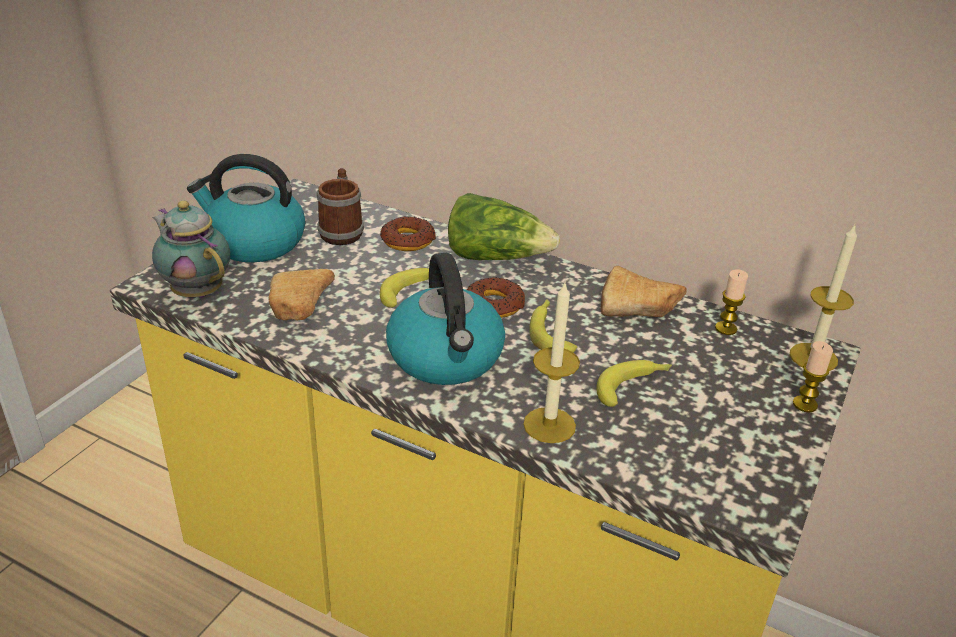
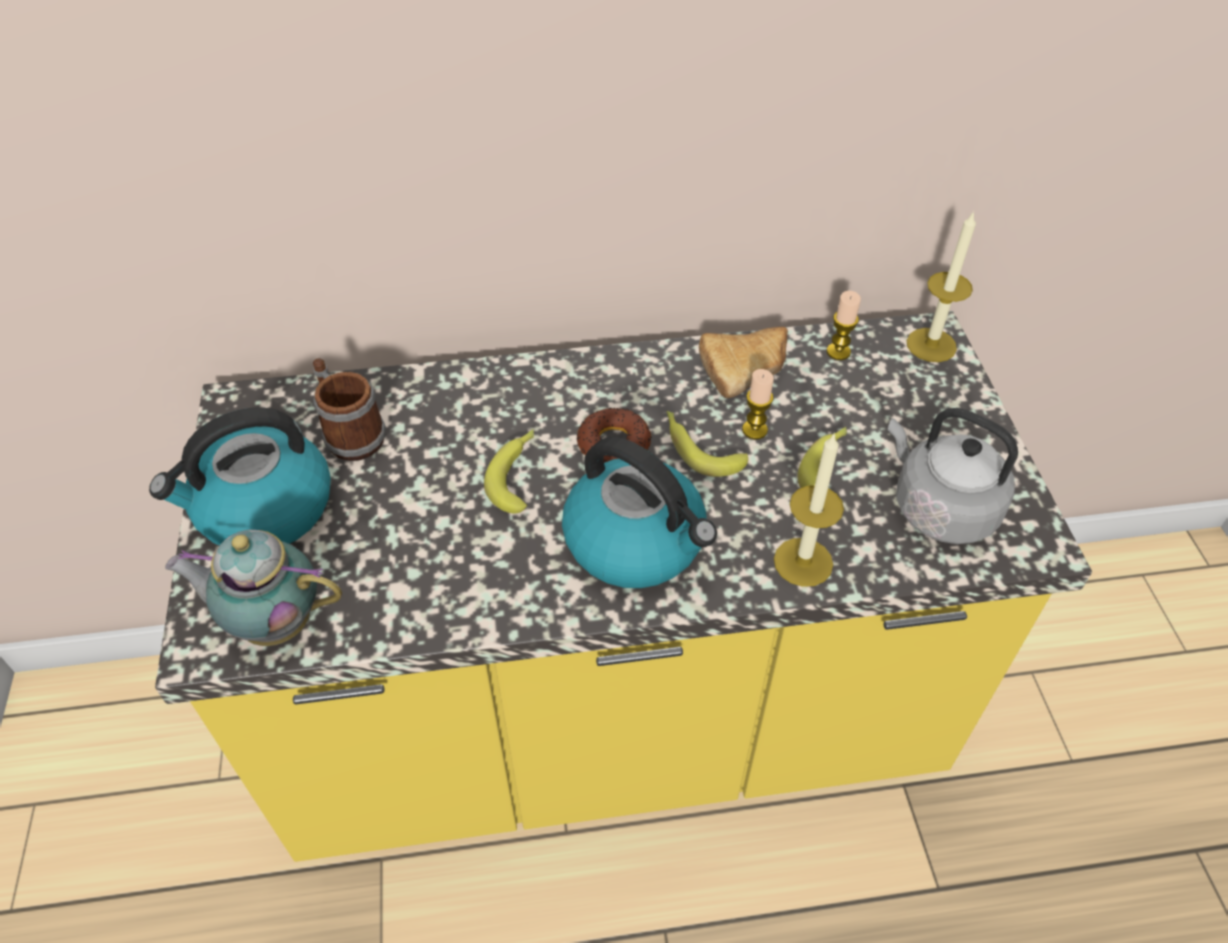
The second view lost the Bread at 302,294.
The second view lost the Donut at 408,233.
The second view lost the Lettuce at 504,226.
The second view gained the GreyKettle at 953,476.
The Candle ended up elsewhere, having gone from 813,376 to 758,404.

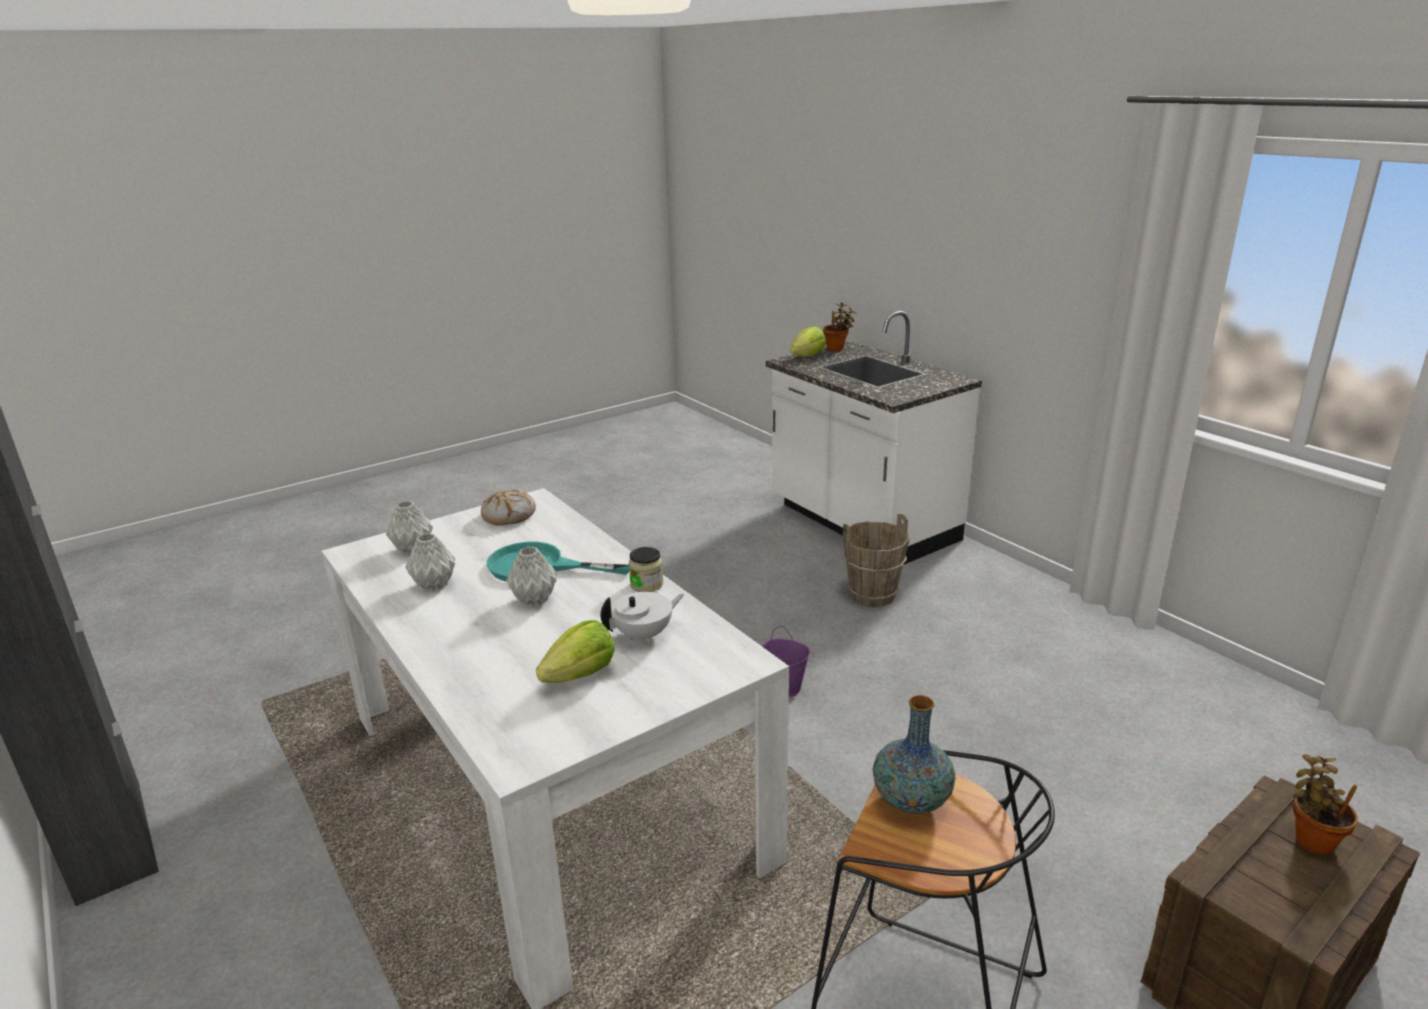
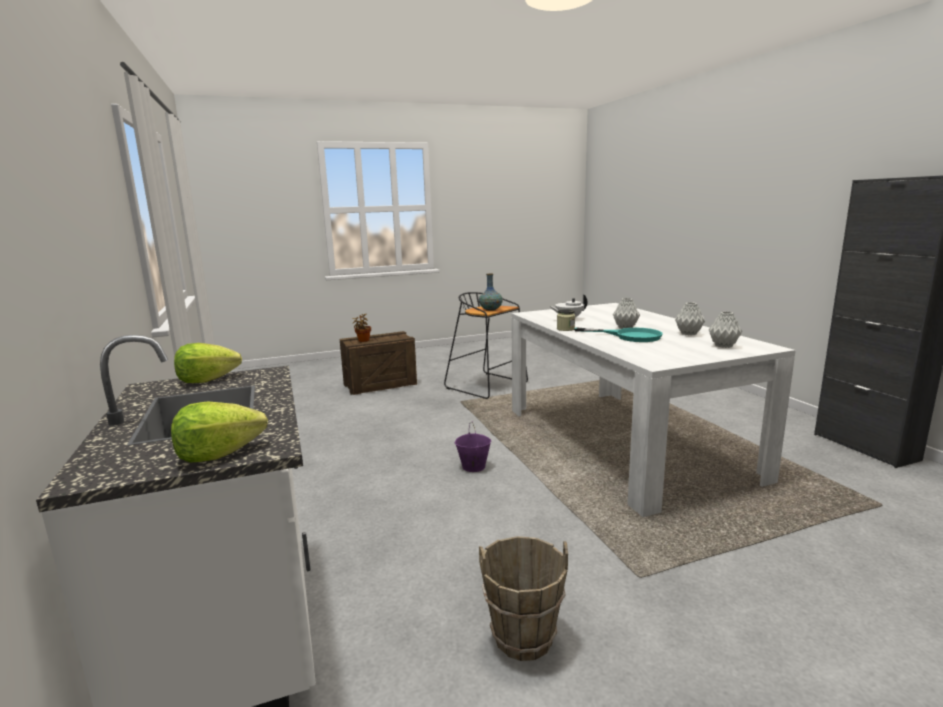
The second view lost the Bread at 508,508.
The second view lost the PottedPlant at 840,326.
The Lettuce ended up elsewhere, having gone from 575,651 to 208,363.
The BrownBucket ended up elsewhere, having gone from 876,560 to 523,598.

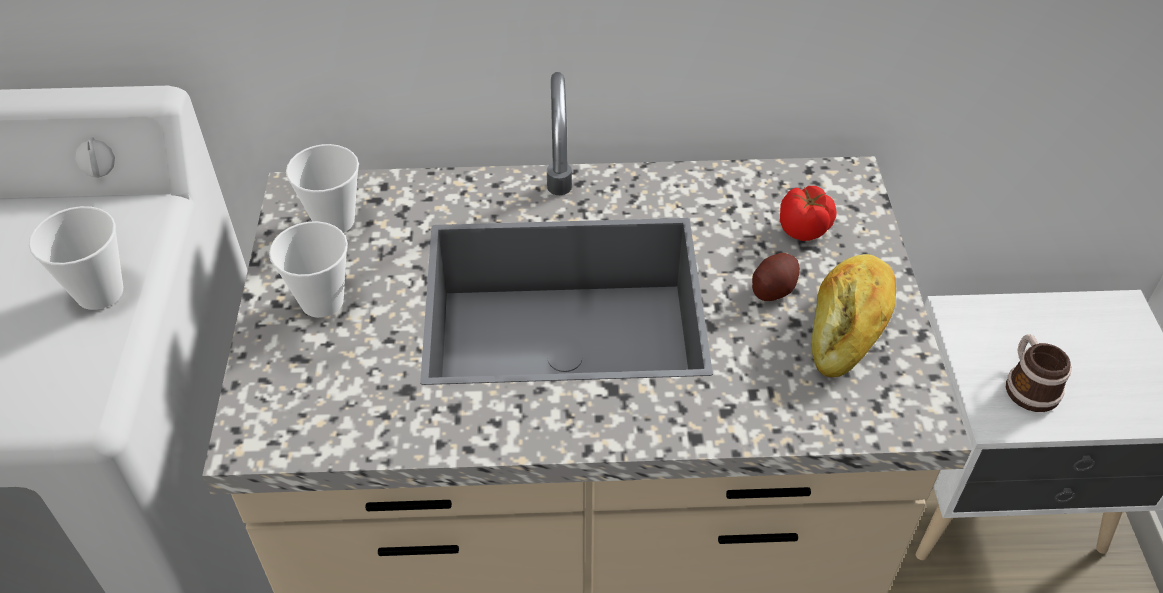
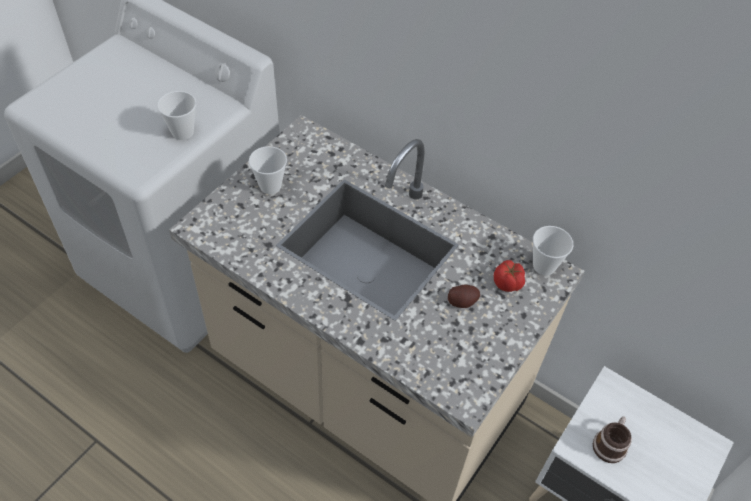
The second view lost the Bread at 853,315.
The Cup ended up elsewhere, having gone from 322,188 to 553,250.

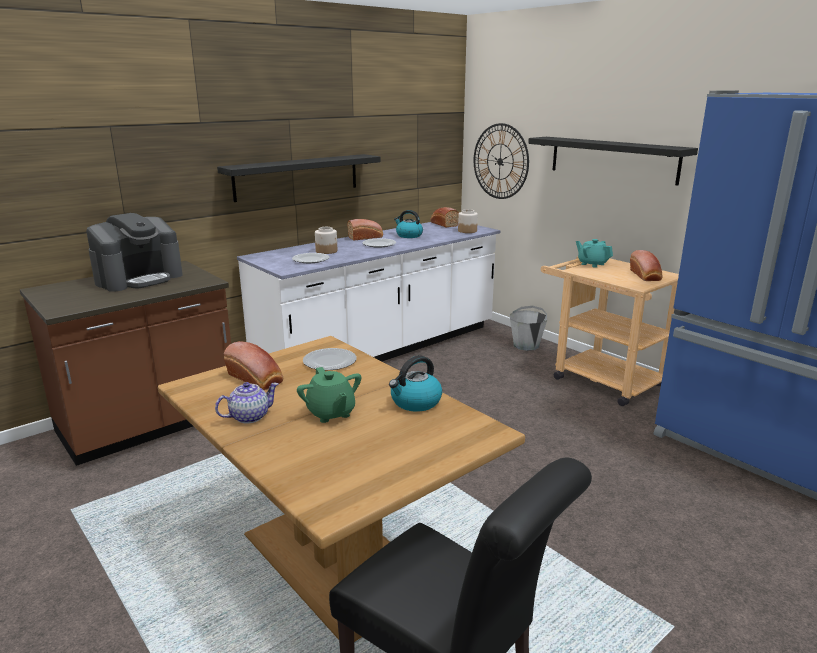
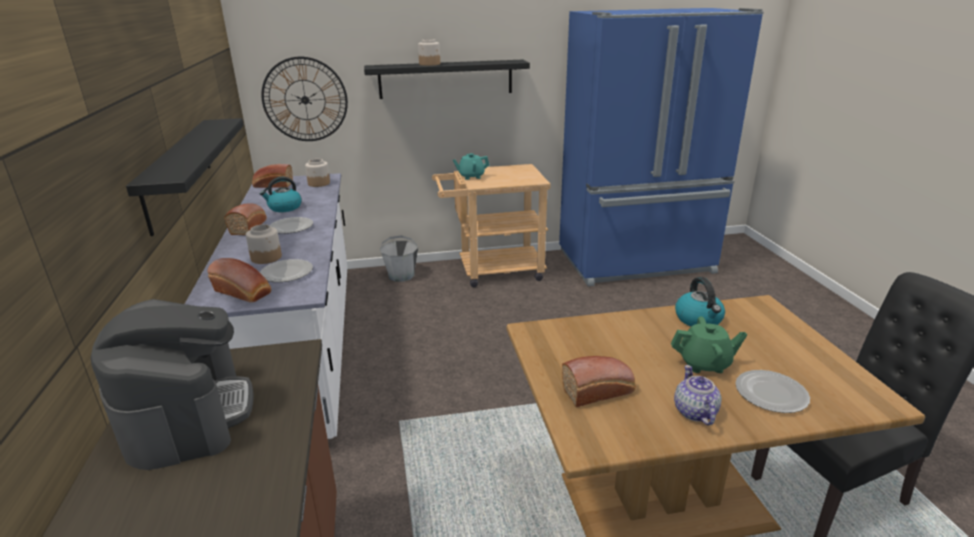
The second view gained the Jar at 429,52.
The Plate ended up elsewhere, having gone from 330,359 to 772,391.
The Bread ended up elsewhere, having gone from 646,265 to 239,280.

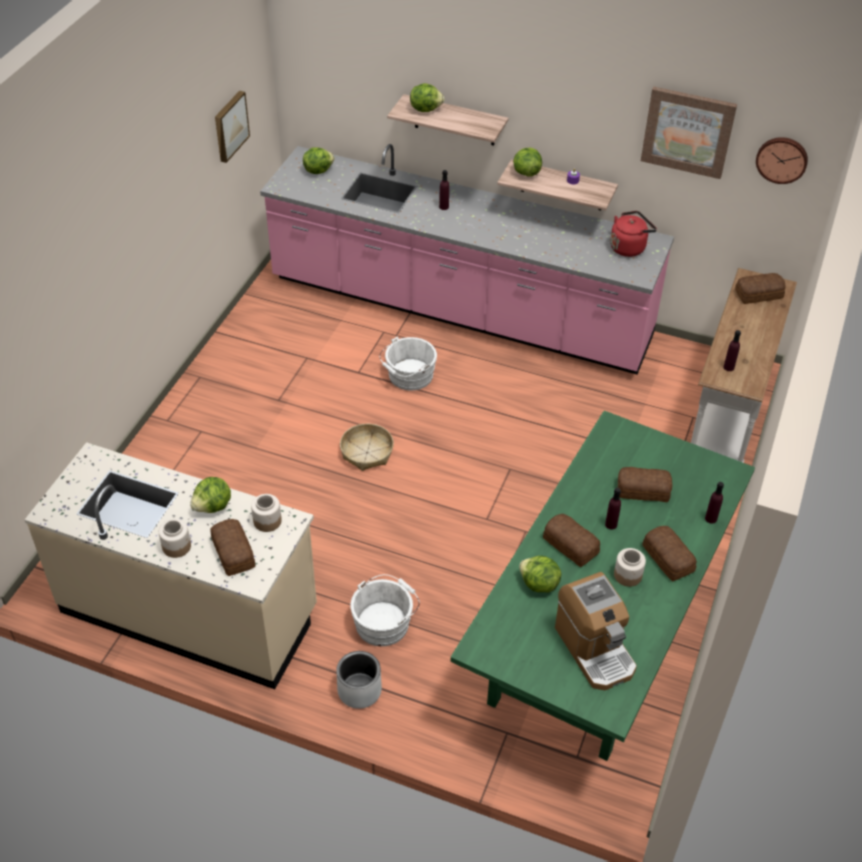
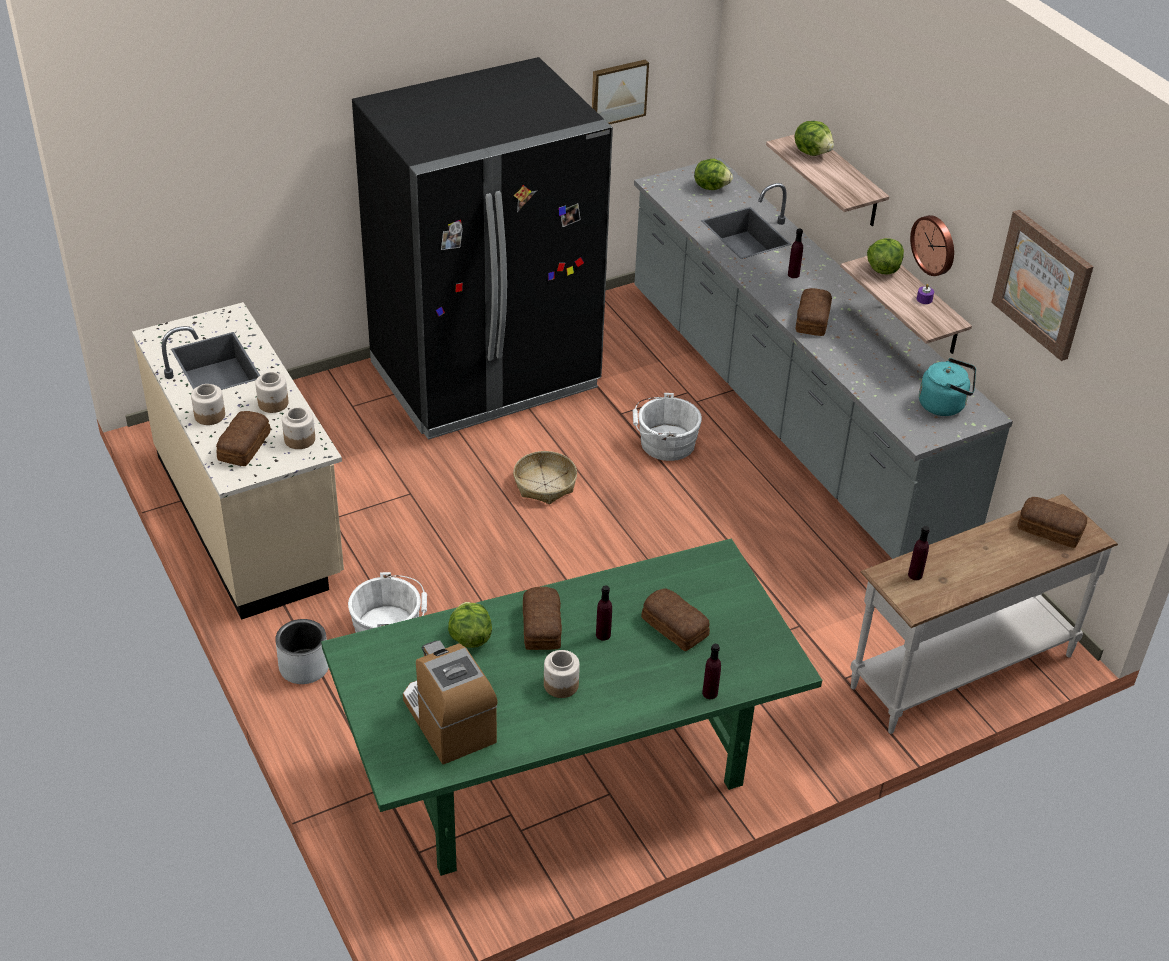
The second view gained the BlackFridge at 482,248.
The Bread ended up elsewhere, having gone from 669,553 to 814,312.
The WallClock ended up elsewhere, having gone from 782,160 to 932,245.
Where the Lettuce stood at 210,495, the Jar came to stand at 272,392.
What was the PinkCounter at 467,259 turned into the GreyCounter at 823,358.
What was the RedKettle at 633,234 turned into the TurquoiseKettle at 947,387.
The CoffeeMachine at 596,631 ended up facing another way, 135 degrees clockwise from before.

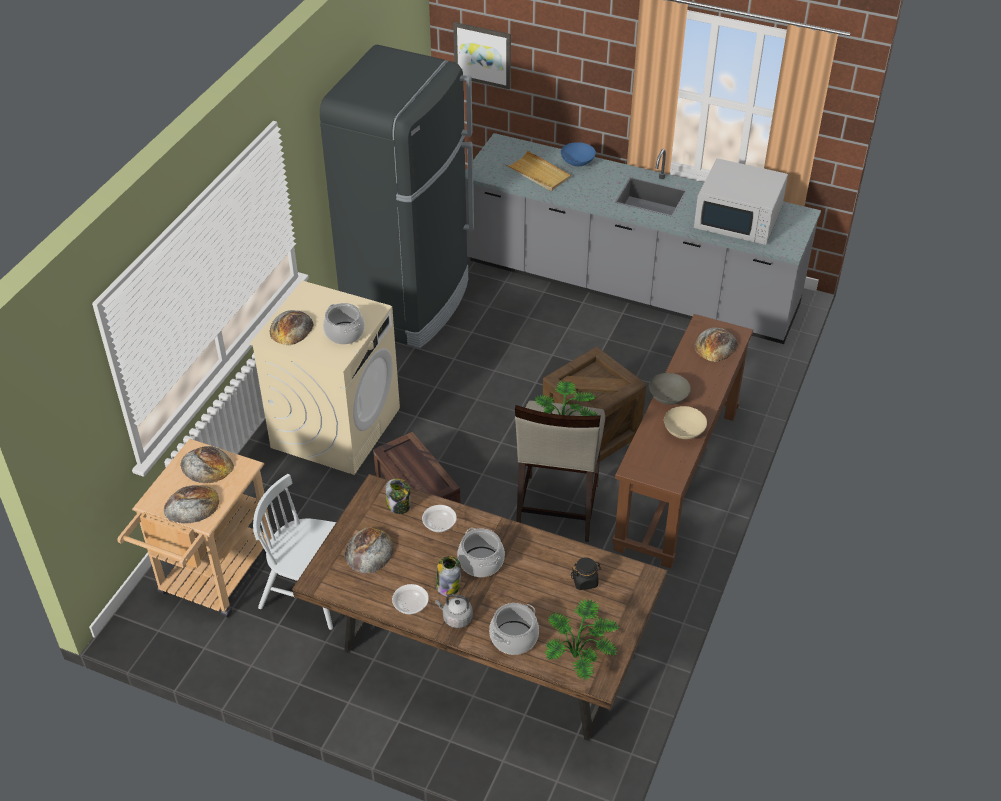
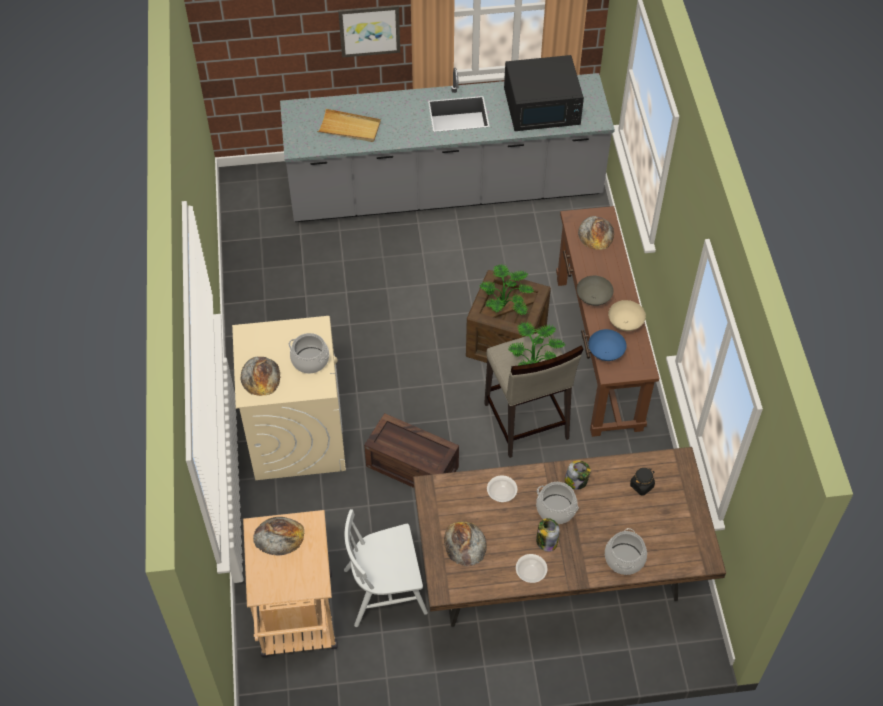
The second view lost the Bread at 191,504.
The second view lost the BlackFridge at 397,196.
The second view lost the GreyKettle at 454,611.
The Jar ended up elsewhere, having gone from 398,496 to 578,475.
The Picture ended up elsewhere, having gone from 482,55 to 369,31.
The PottedPlant ended up elsewhere, having gone from 582,639 to 506,289.
The BlueBowl ended up elsewhere, having gone from 578,154 to 607,345.
What was the WhiteMicrowave at 741,201 turned into the BlackMicrowave at 544,93.

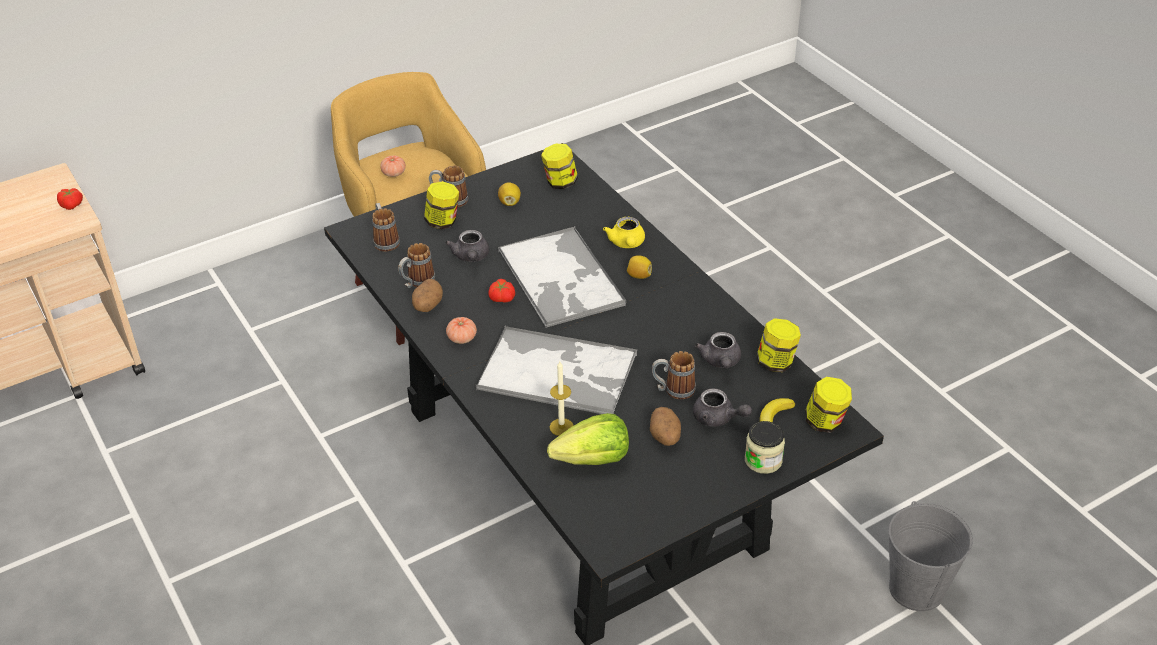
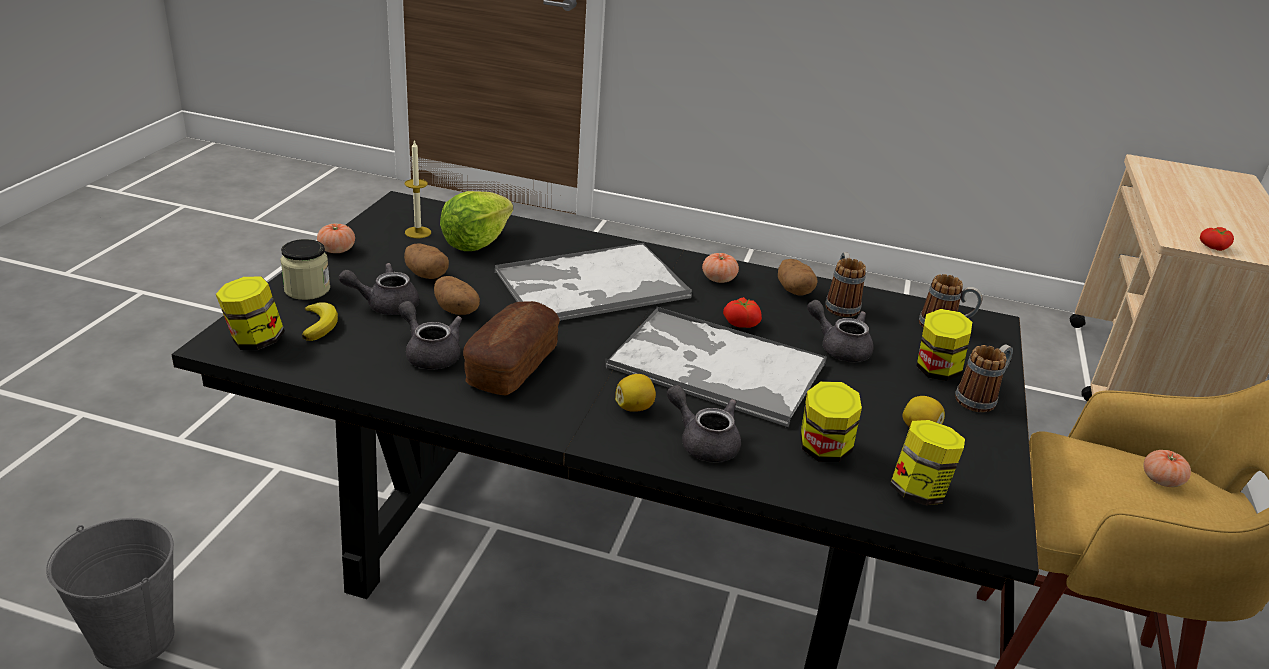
The second view gained the Tomato at 336,238.
The second view gained the Bread at 511,348.
The Candle ended up elsewhere, having gone from 562,398 to 418,188.
The Jar ended up elsewhere, having gone from 779,345 to 831,421.
Where the Mug stood at 674,375, the Potato came to stand at 457,295.
What was the YellowTeapot at 624,232 turned into the GreyTeapot at 704,423.

